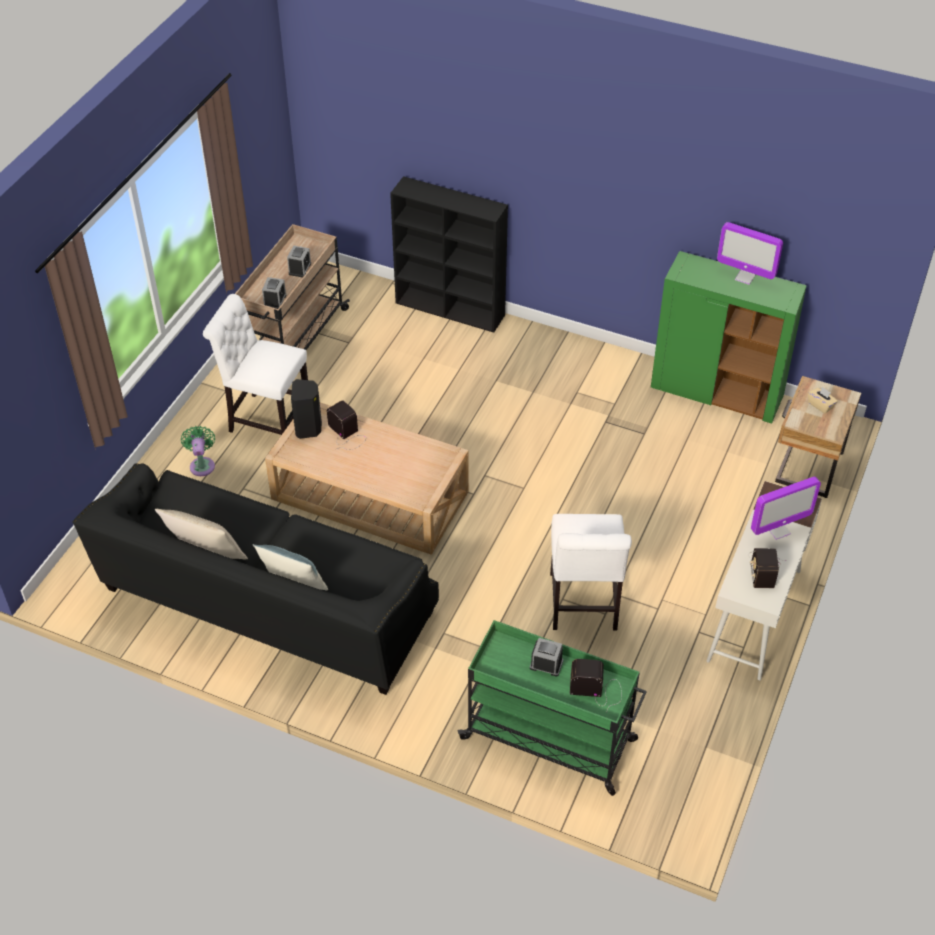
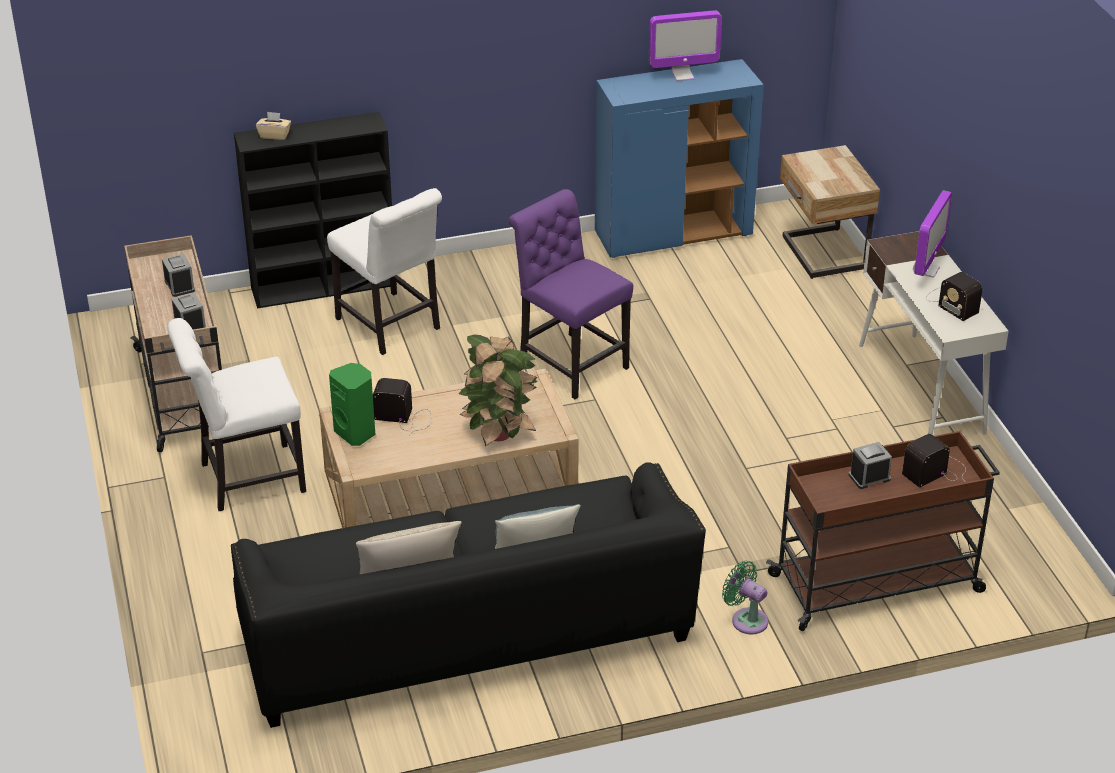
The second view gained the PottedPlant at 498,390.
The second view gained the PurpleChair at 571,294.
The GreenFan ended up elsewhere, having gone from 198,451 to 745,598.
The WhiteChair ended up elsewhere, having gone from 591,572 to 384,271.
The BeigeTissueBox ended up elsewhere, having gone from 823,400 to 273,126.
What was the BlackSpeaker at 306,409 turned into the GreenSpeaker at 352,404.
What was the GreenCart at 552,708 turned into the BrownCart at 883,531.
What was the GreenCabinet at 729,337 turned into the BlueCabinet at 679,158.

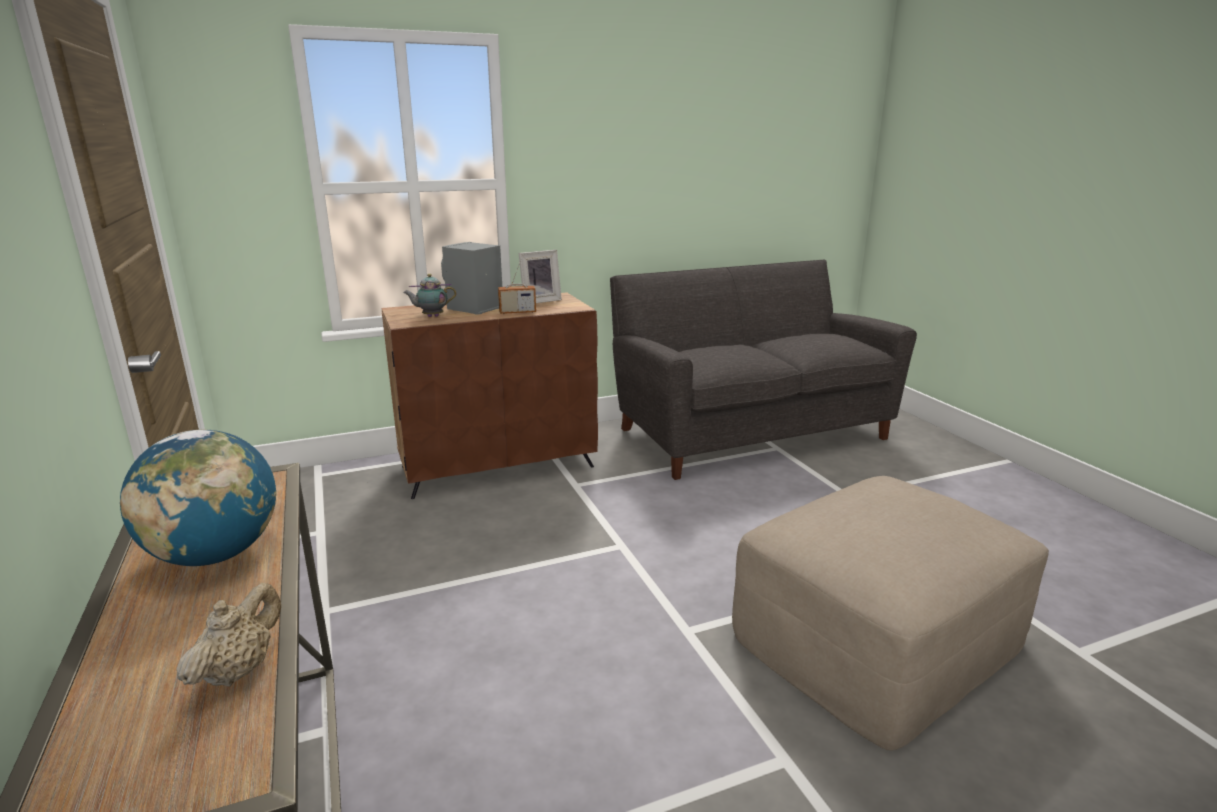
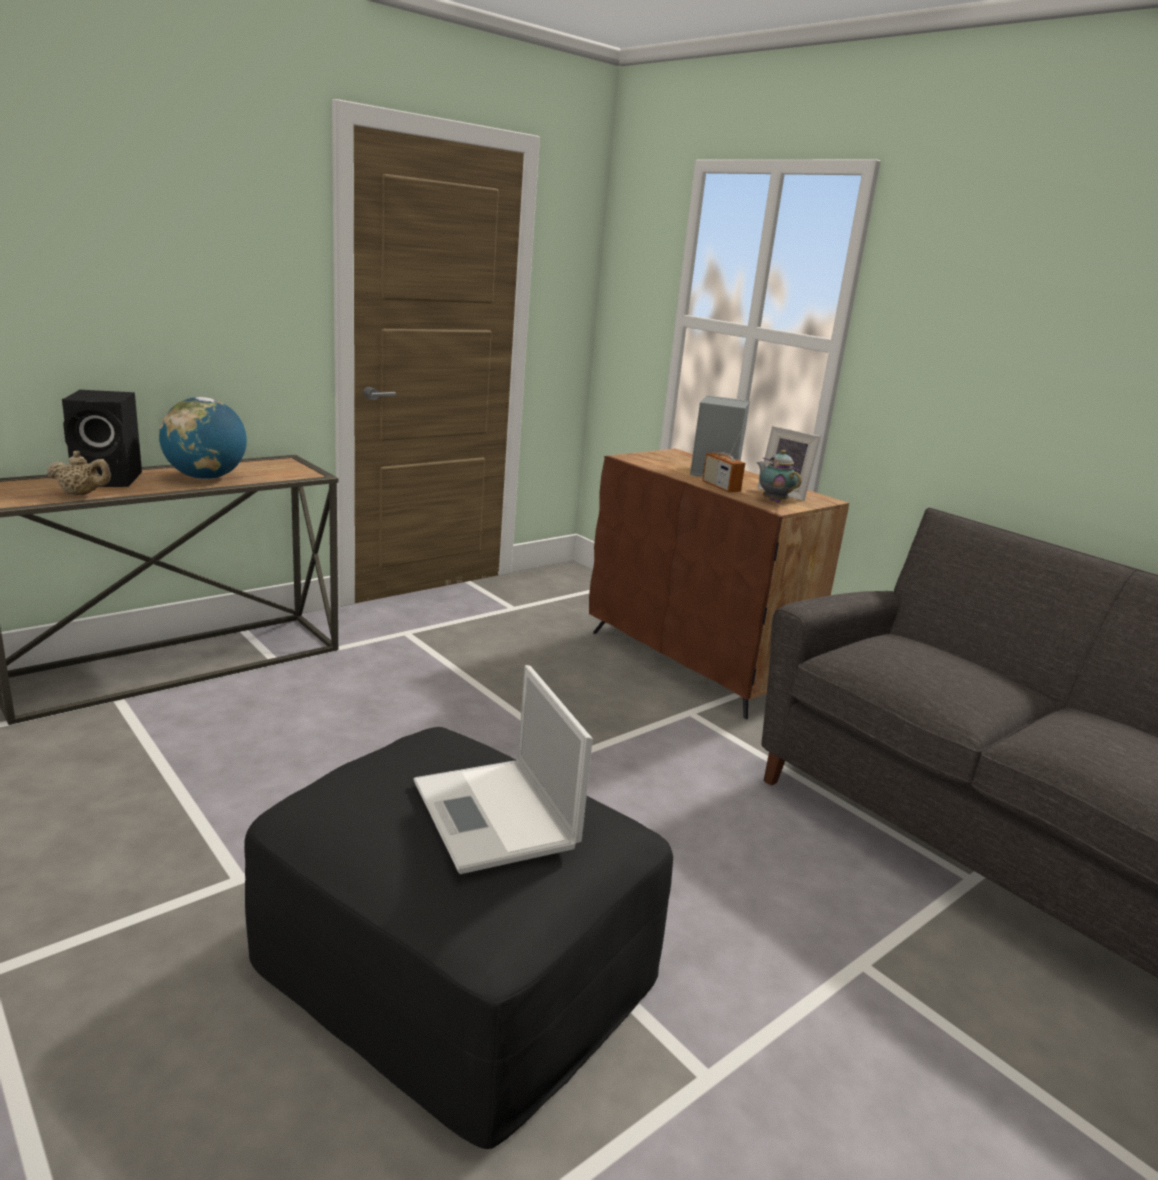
The second view gained the BlackSpeaker at 102,438.
The second view gained the Laptop at 503,769.
The Teapot ended up elsewhere, having gone from 429,295 to 779,476.
What was the BeigeOttoman at 890,613 turned into the BlackOttoman at 458,938.

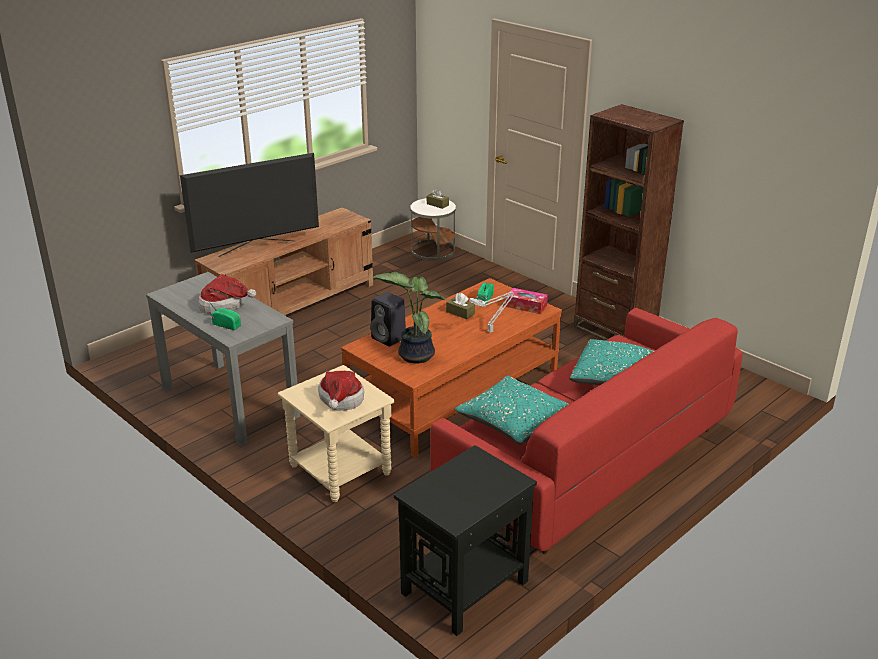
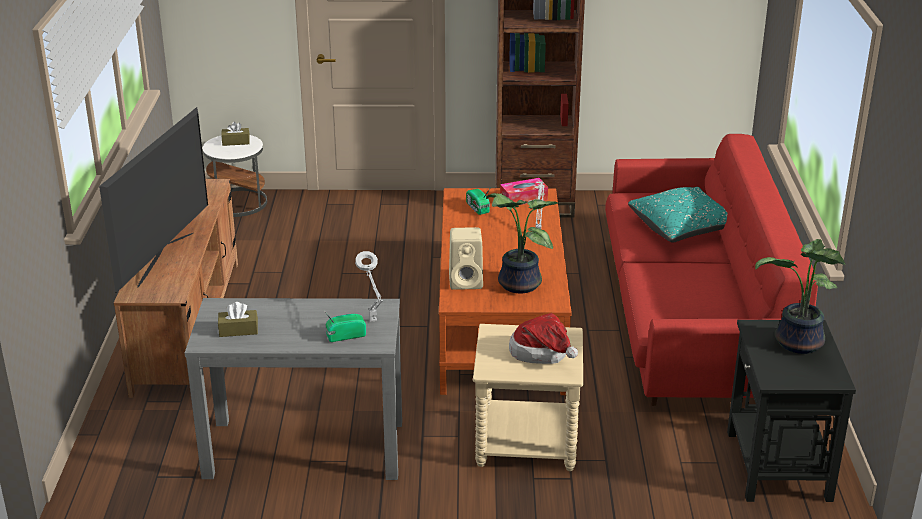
The second view lost the Hat at 227,294.
The second view lost the TurquoisePillow at 512,410.
The second view gained the GreyTableLamp at 369,286.
The second view gained the PottedPlant at 800,296.
The BrownTissueBox ended up elsewhere, having gone from 460,306 to 238,319.
What was the BlackSpeaker at 388,319 turned into the BeigeSpeaker at 466,258.

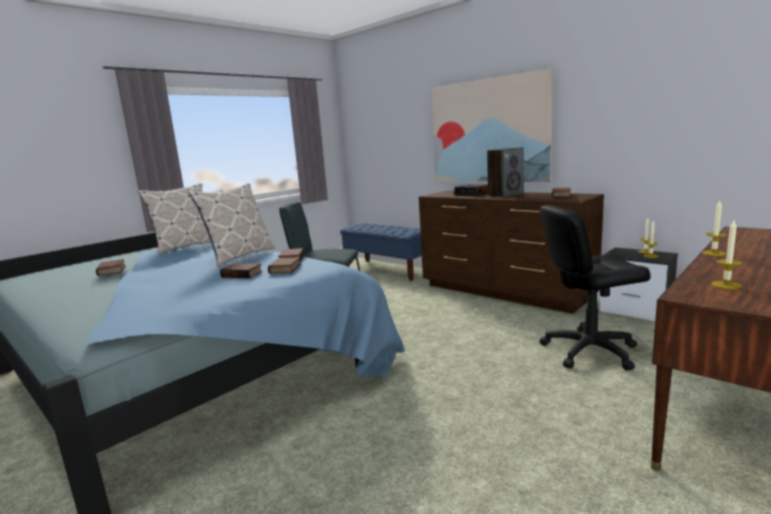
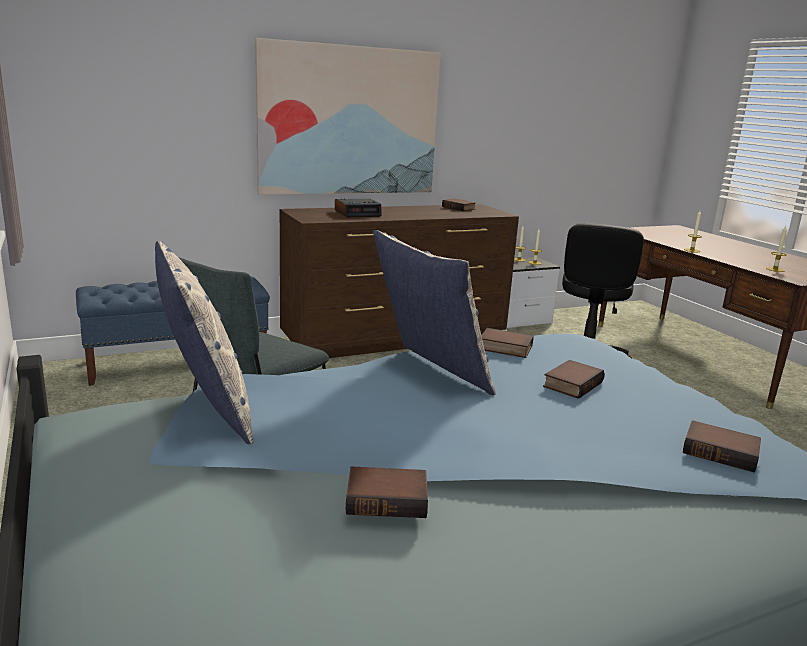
The second view lost the Speaker at 505,172.
The Book ended up elsewhere, having gone from 284,265 to 722,446.

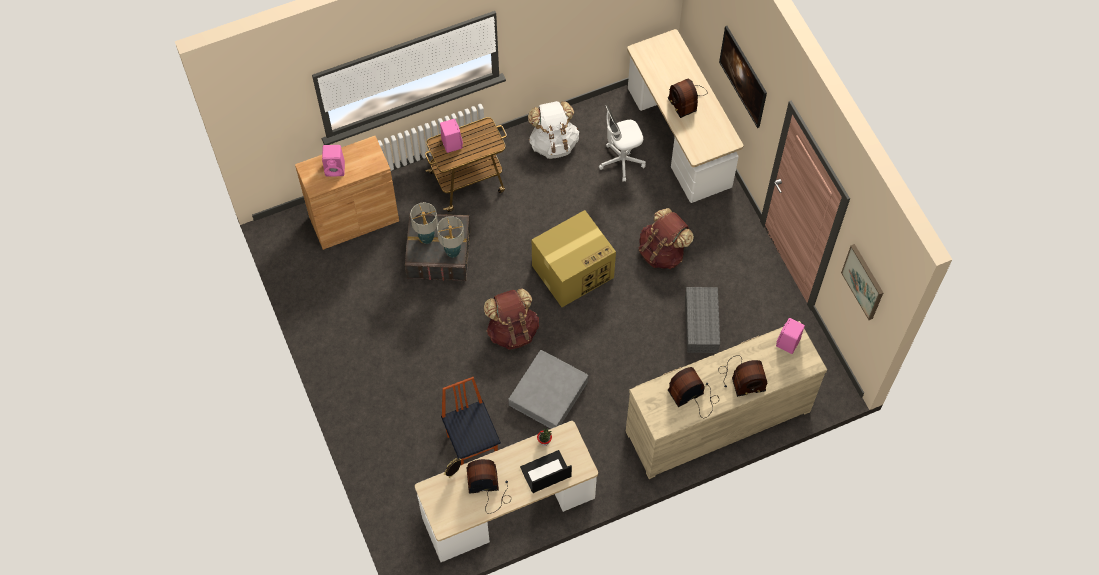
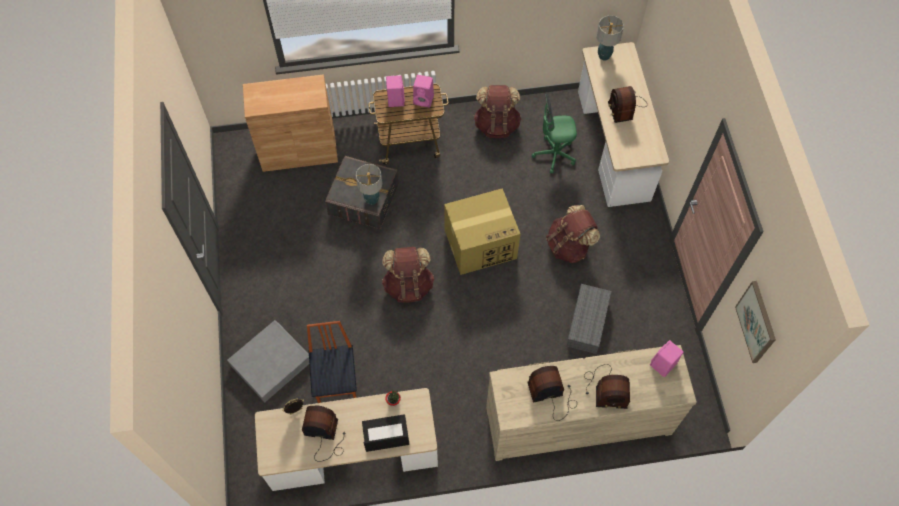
The second view lost the Picture at 743,77.
The PinkSpeaker ended up elsewhere, having gone from 333,161 to 423,91.
The TableLamp ended up elsewhere, having gone from 424,223 to 610,38.
The GreyStorageBox ended up elsewhere, having gone from 548,389 to 268,361.
What was the WhiteBackpack at 553,130 turned into the BrownBackpack at 498,111.
What was the WhiteOfficeChair at 622,143 turned into the GreenOfficeChair at 554,134.

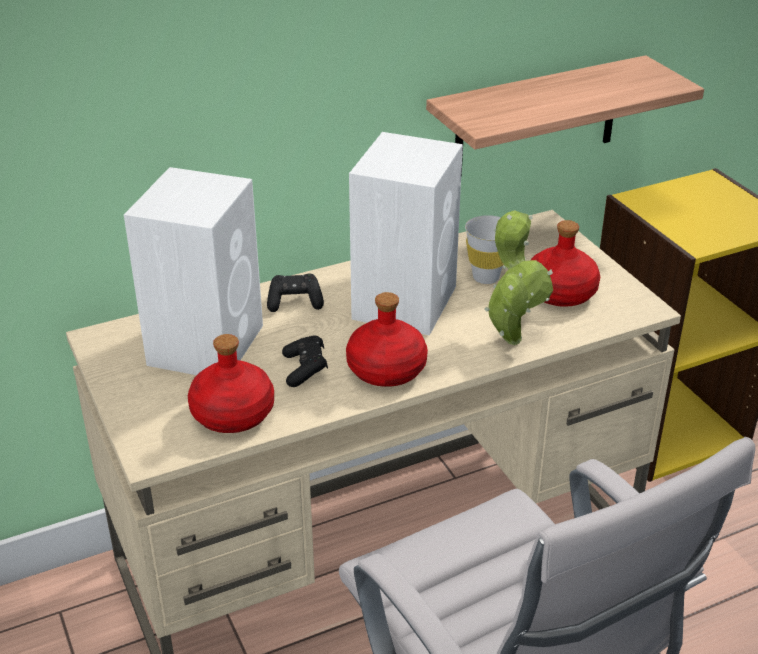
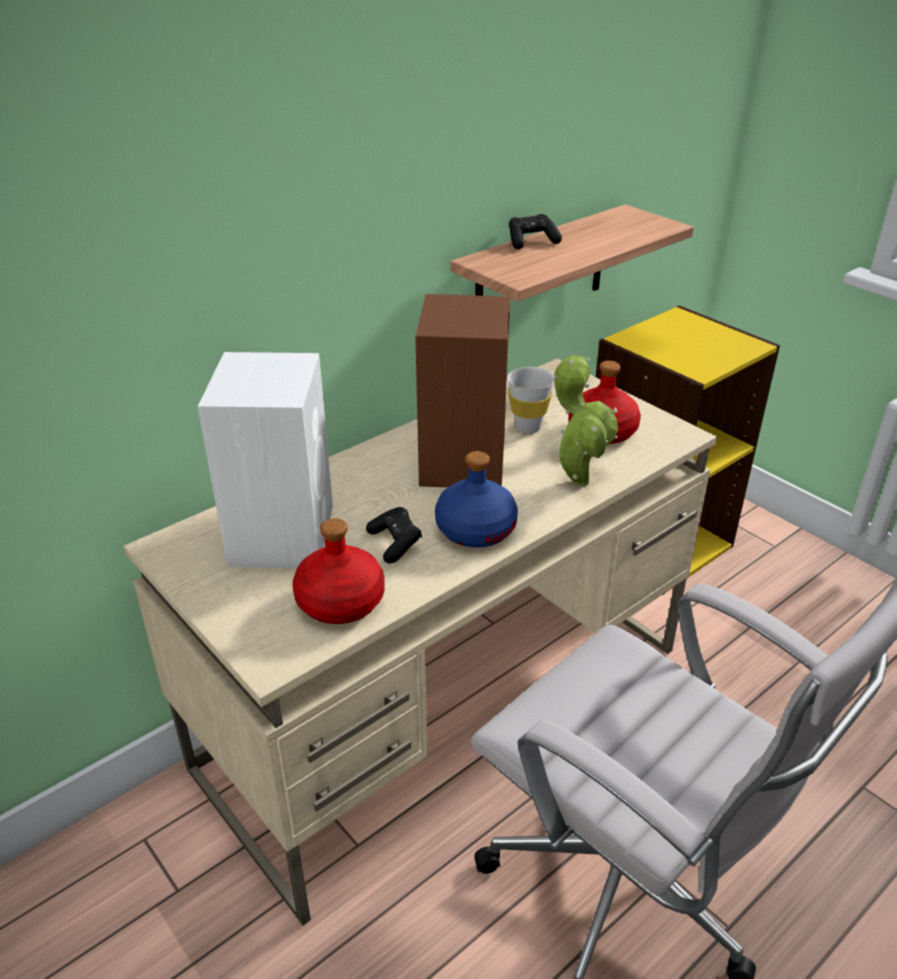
The BlackGameController ended up elsewhere, having gone from 295,292 to 535,231.
What was the RedBottle at 387,339 turned into the BlueBottle at 476,499.
What was the WhiteSpeaker at 406,234 turned into the BrownSpeaker at 462,391.

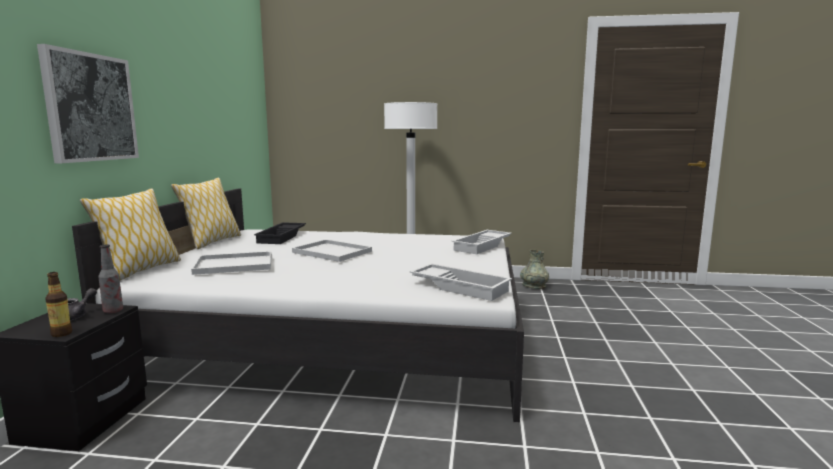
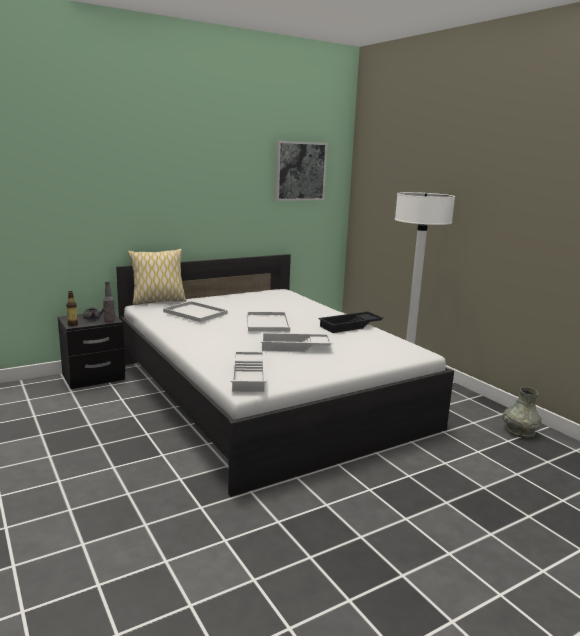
The second view lost the Pillow at 206,213.
The Picture ended up elsewhere, having gone from 88,103 to 301,171.
The BlackTray ended up elsewhere, having gone from 280,233 to 351,322.
The WhiteTray ended up elsewhere, having gone from 482,242 to 297,342.

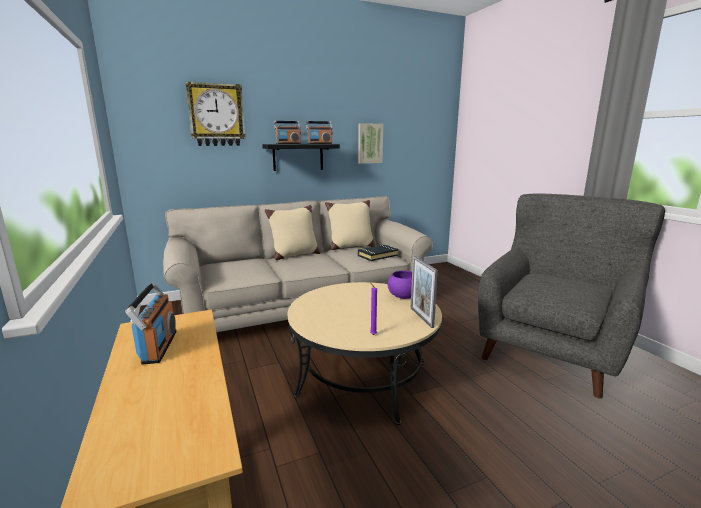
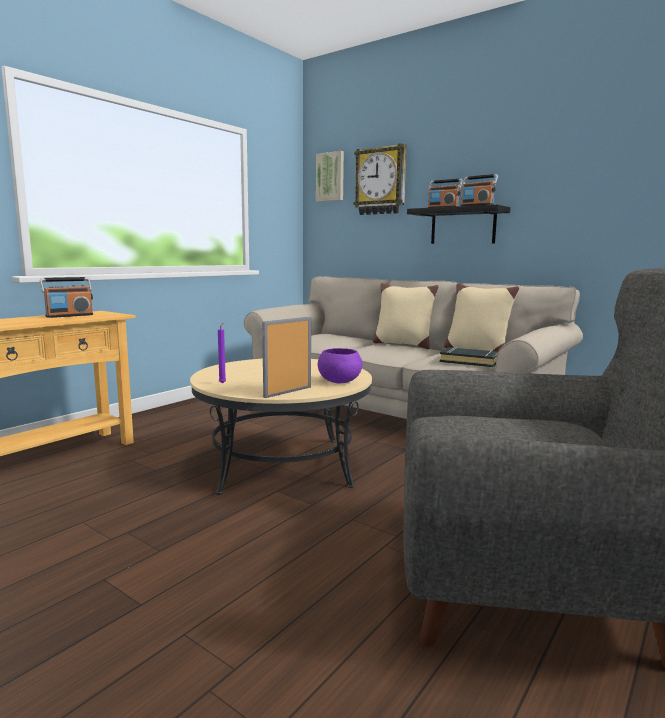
The Picture ended up elsewhere, having gone from 370,143 to 330,176.

